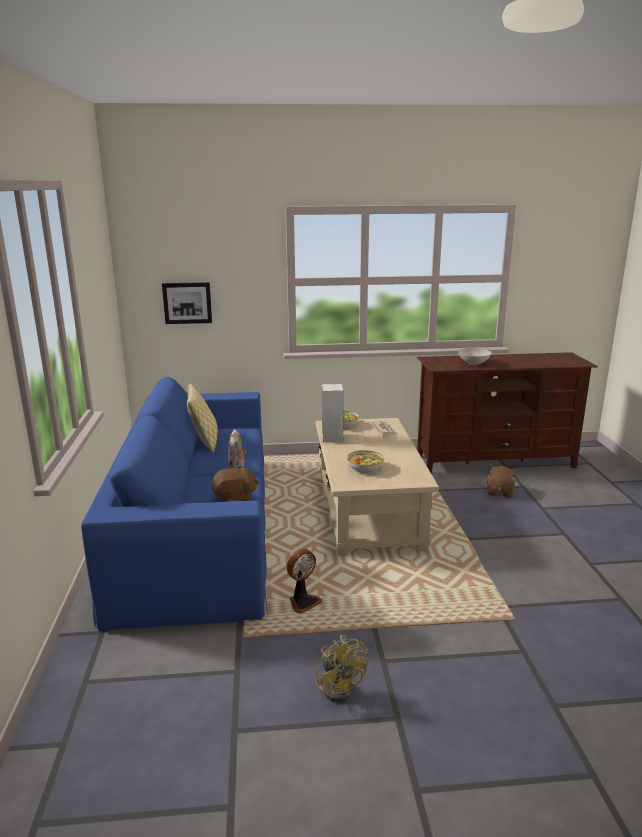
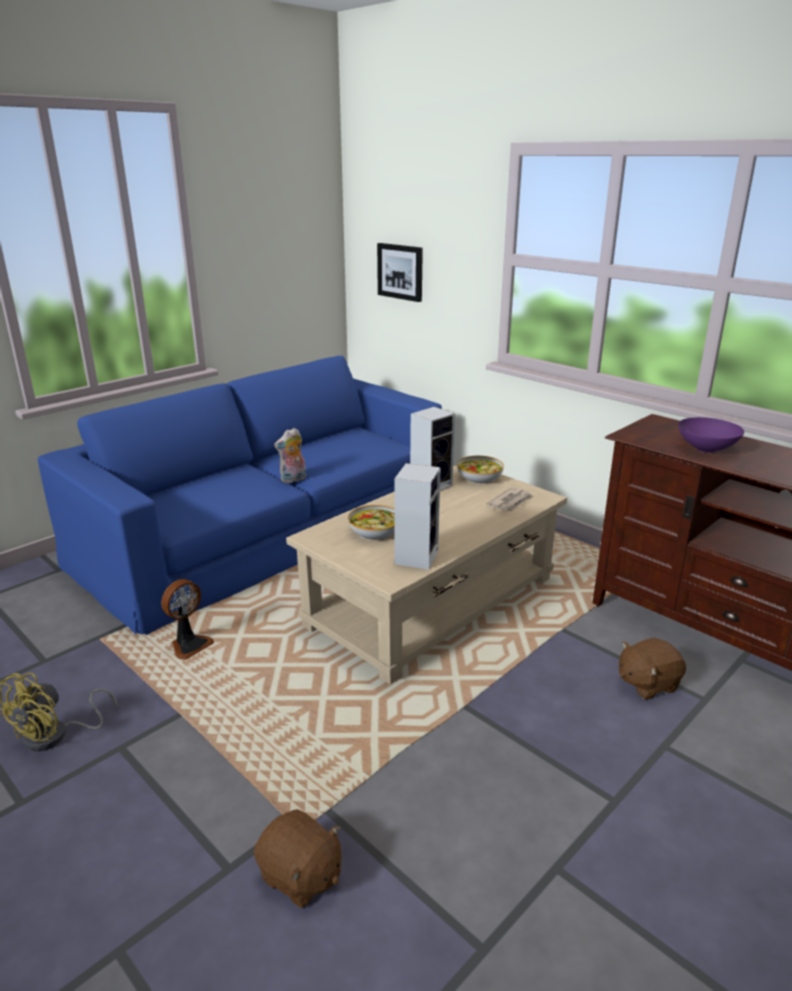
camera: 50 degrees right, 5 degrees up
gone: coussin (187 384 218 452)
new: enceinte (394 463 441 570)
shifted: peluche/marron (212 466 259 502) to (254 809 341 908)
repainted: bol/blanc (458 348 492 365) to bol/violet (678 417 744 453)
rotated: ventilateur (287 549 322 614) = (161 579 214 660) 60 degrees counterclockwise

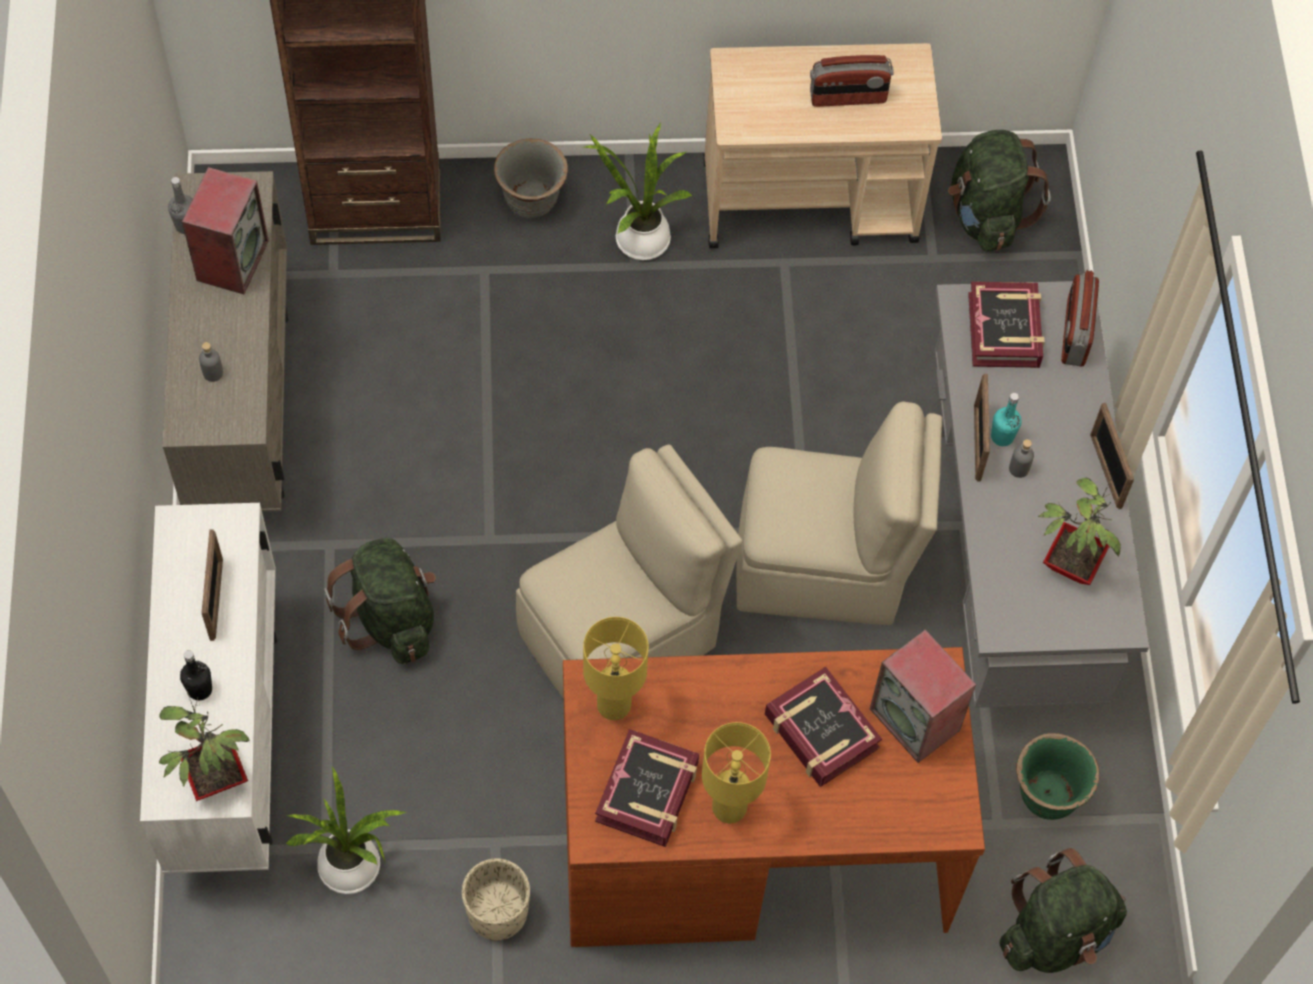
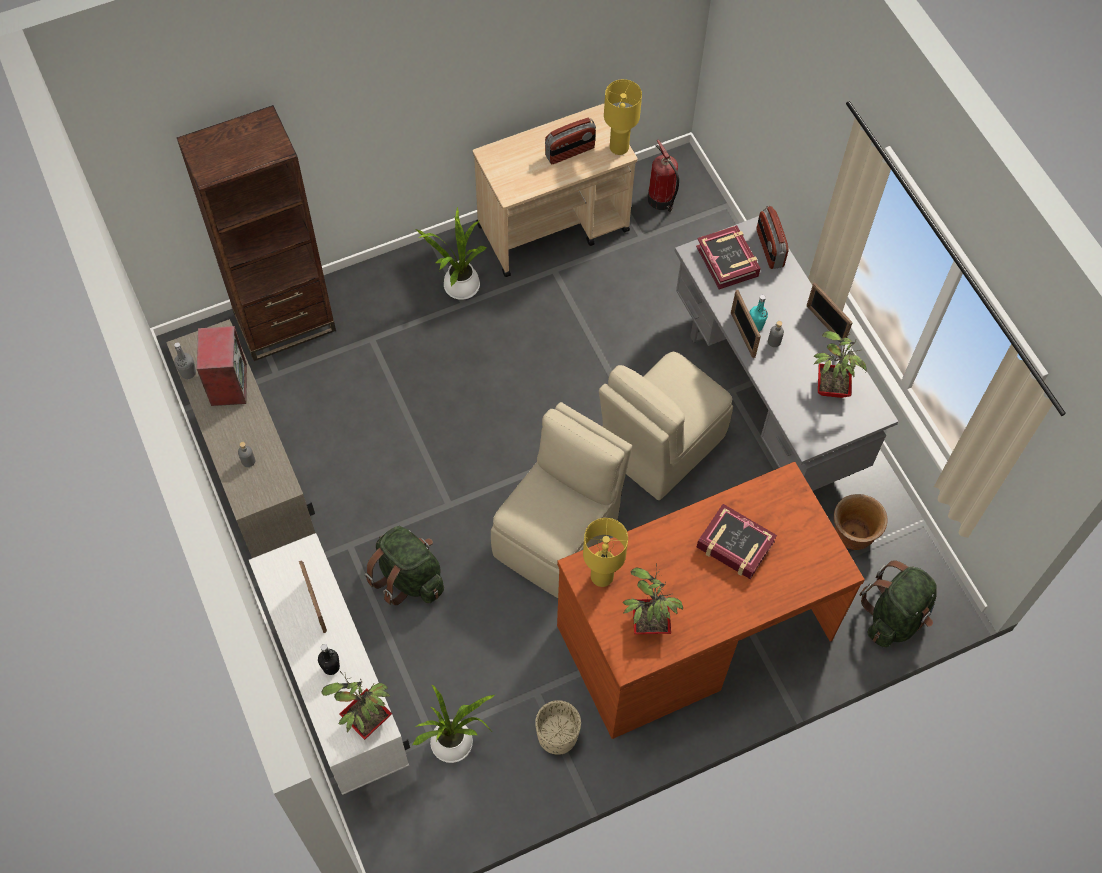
camera: 20 degrees left, 0 degrees up
gone: cache-pot/gris (494 138 568 218); enceinte (870 629 976 763)
shifted: lampe de table/jaune (702 722 771 823) to (604 79 642 155)
swapped: livre (595 729 699 847) to plante en pot (623 563 683 634); sac à dos/vert (948 130 1051 252) to extincteur (648 139 679 212)
repainted: cache-pot/vert (1016 733 1099 820) to cache-pot/marron (834 494 888 550)
rotated: chaise/beige (736 401 942 625) = (599 352 733 500) 150 degrees clockwise

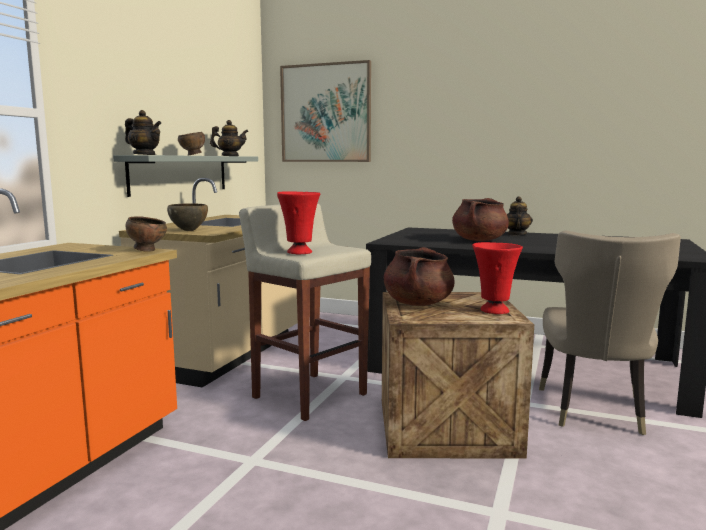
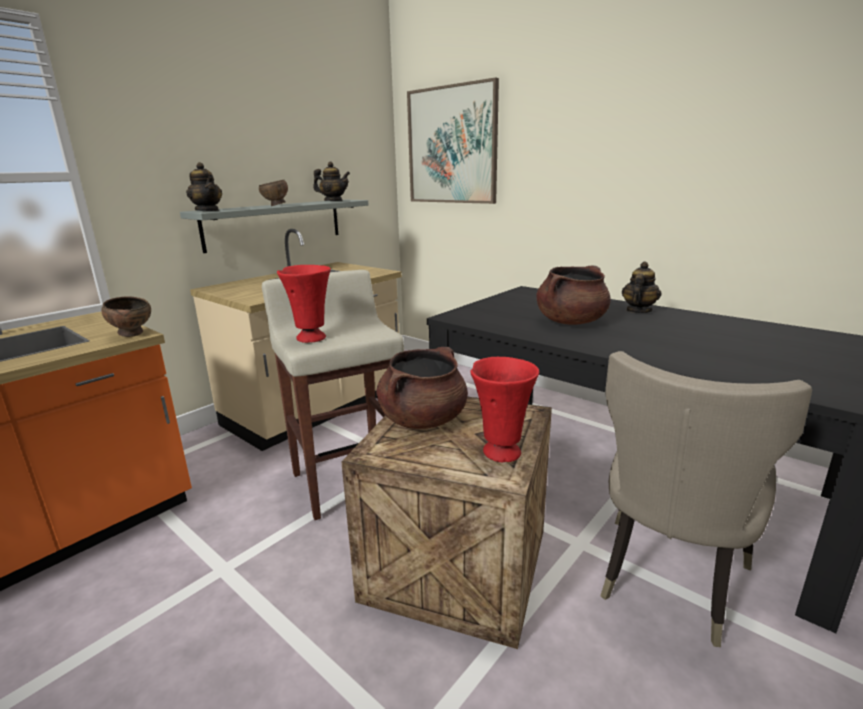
camera: 20 degrees right, 10 degrees up
gone: bol/marron (167 203 208 231)

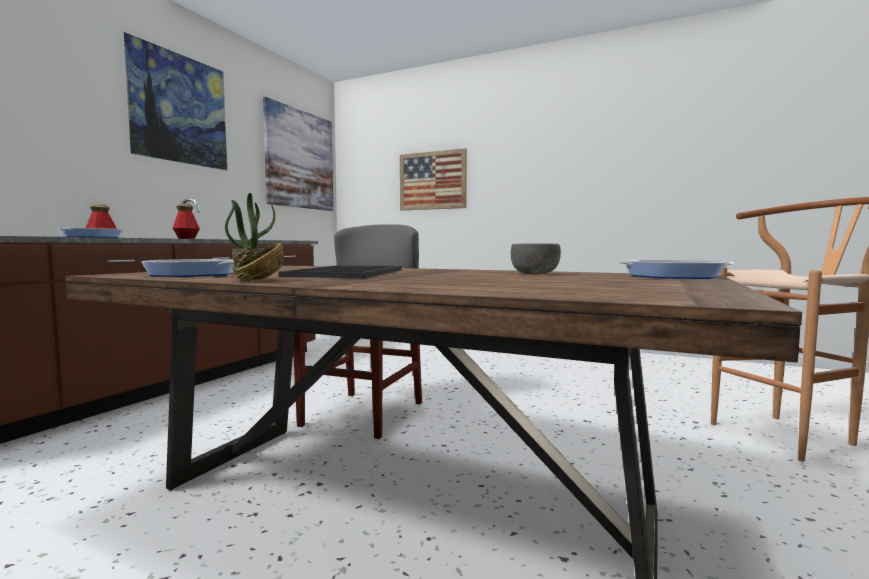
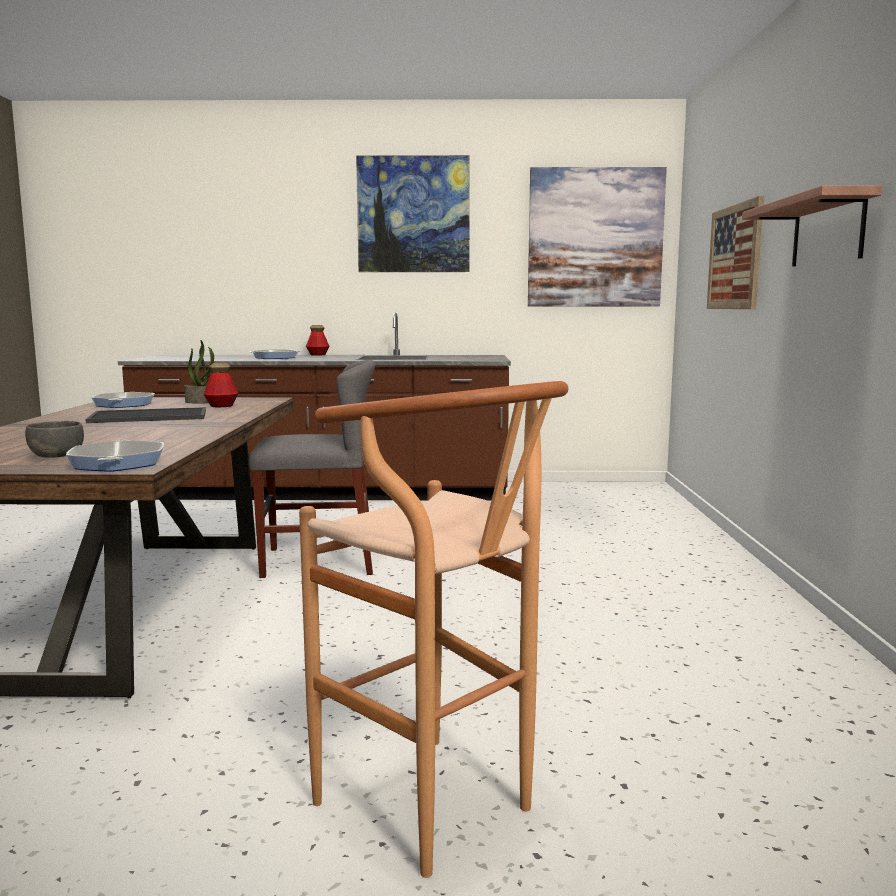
camera: 65 degrees right, 5 degrees up
gone: bol/marron (232 243 284 282)
new: étagère (742 185 882 266)
shifted: bouteille (173 203 200 239) to (204 363 238 407); bol/gris (511 243 561 274) to (25 421 84 458)

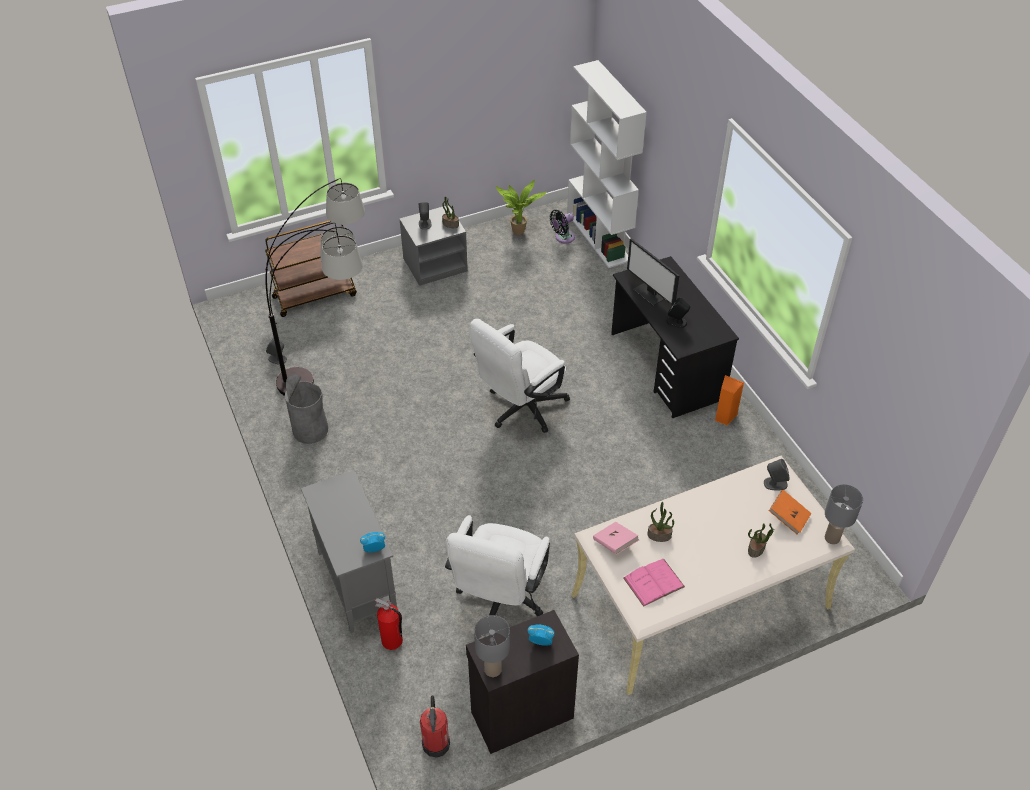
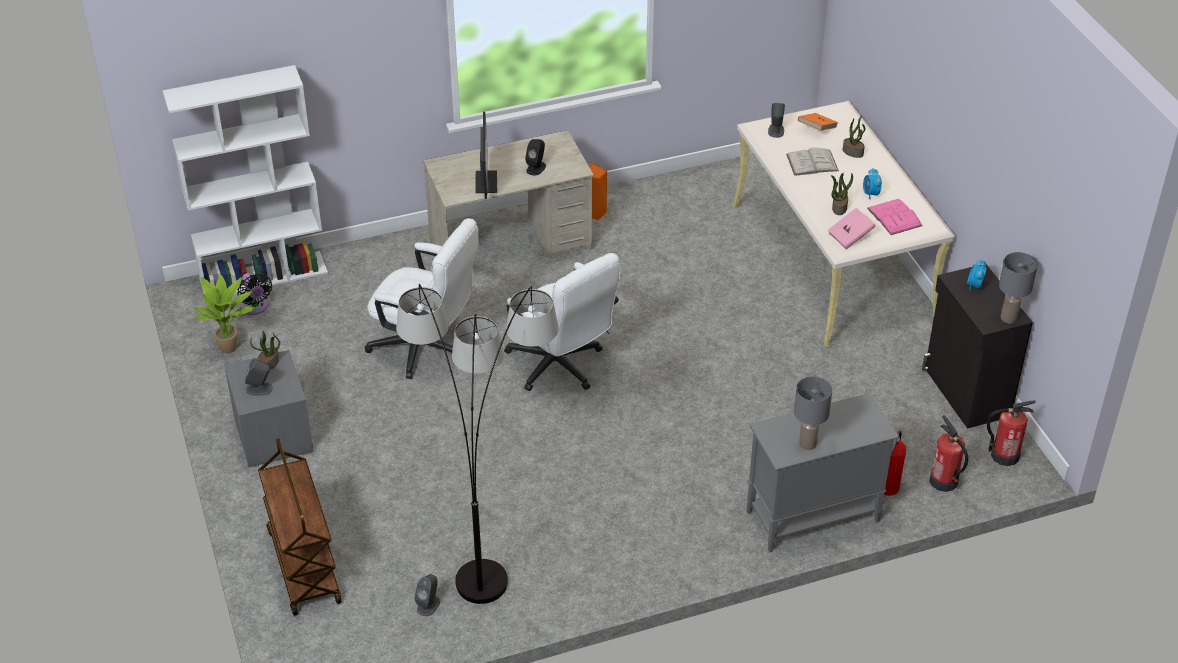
camera: 85 degrees left, 5 degrees down
gone: poubelle/gris (285 374 328 444)
new: livre/blanc (786 148 839 176); extincteur (929 415 968 492)
shifted: réveil (360 532 385 553) to (863 168 882 200); chaise de bureau/blanc (445 515 550 616) to (365 218 479 379); lampe de table/gris (825 484 863 544) to (794 376 832 450)
repainted: bureau/noir (611 256 739 418) to bureau/beige (423 130 594 259)
rotated: écran d'ordinateur (627 238 679 306) = (475 112 497 199) 60 degrees counterclockwise

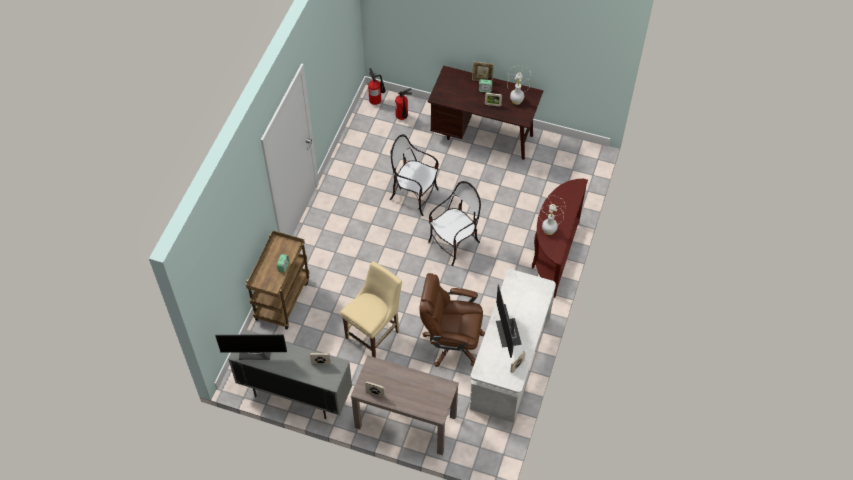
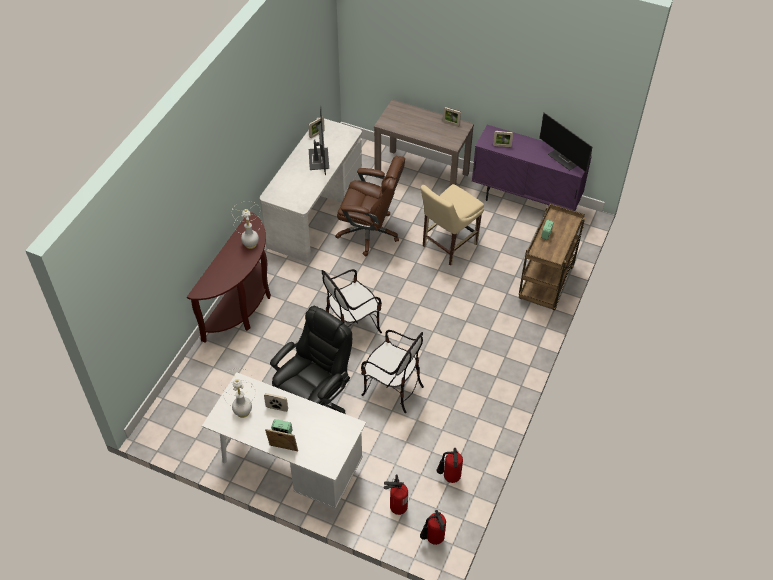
camera: 175 degrees left, 5 degrees down
new: chaise de bureau/noir (270 306 352 414); extincteur (436 448 463 483)
repainted: meuble de rangement/gris (228 329 352 419) to meuble de rangement/violet (472 125 592 211); bureau/marron (427 66 543 160) to bureau/blanc (202 372 366 509)
rotated: écran d'ordinateur (215 334 287 360) = (539 113 592 172) 135 degrees counterclockwise

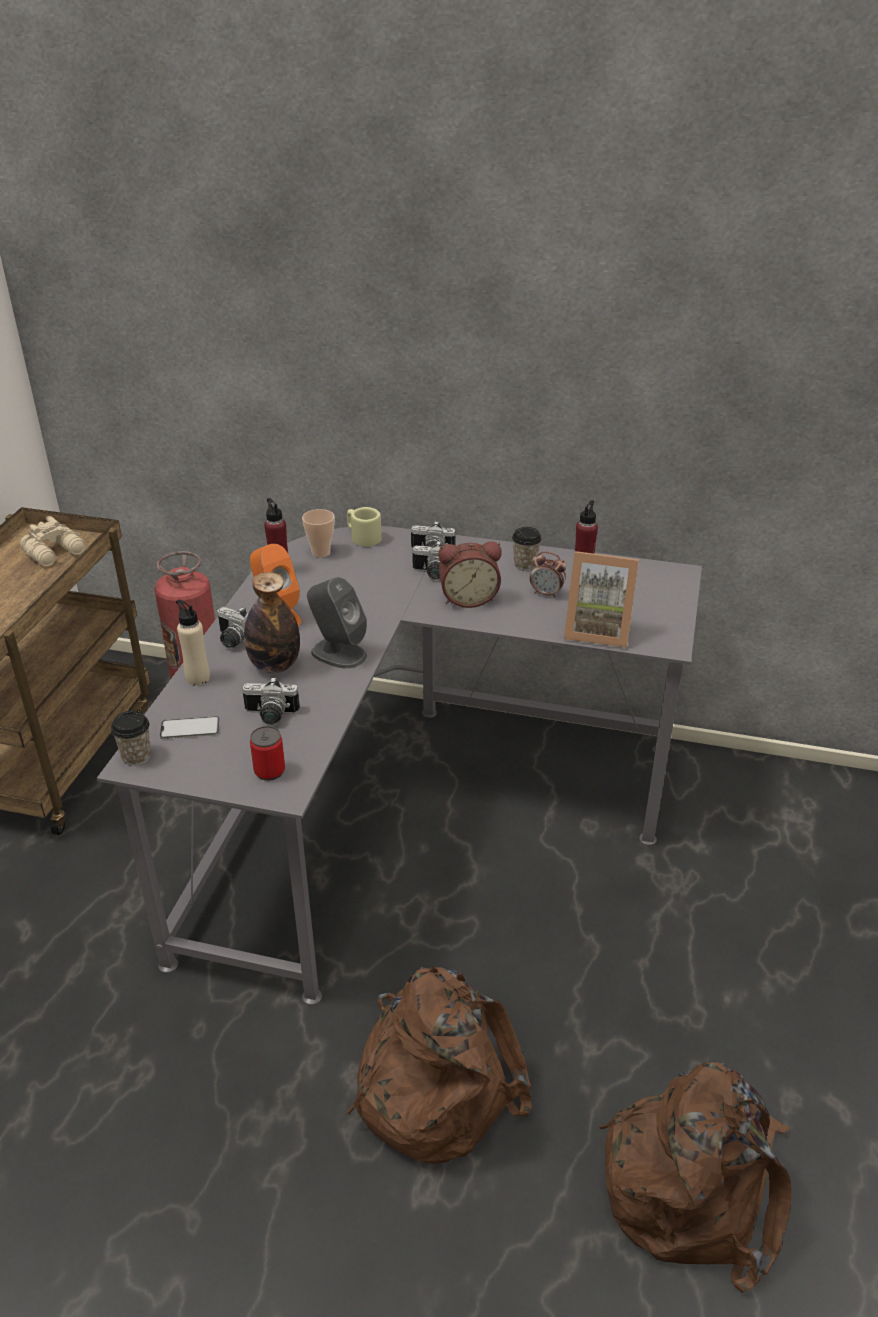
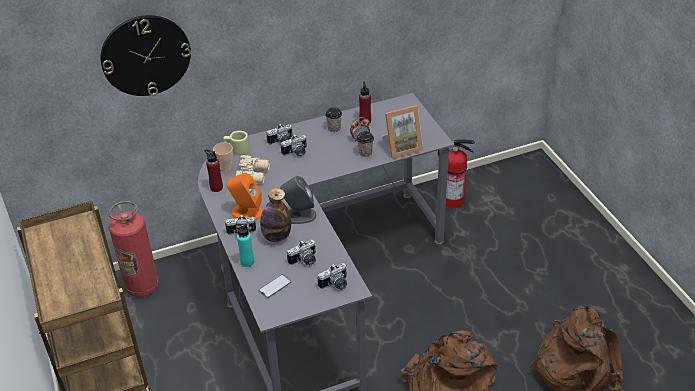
camera: 35 degrees left, 5 degrees up
gone: réveil (438 541 501 608)
new: horloge murale (101 15 191 96); extincteur (438 140 475 208)
shifted: jumelles/beige (20 516 86 567) to (236 155 270 184); tasse (111 711 151 766) to (357 131 374 157)
swapped: boîte métallique (250 726 285 781) to appareil photo (318 263 347 290)
repainted: bouteille/beige (176 599 210 686) to bouteille/turquoise (235 224 254 267)

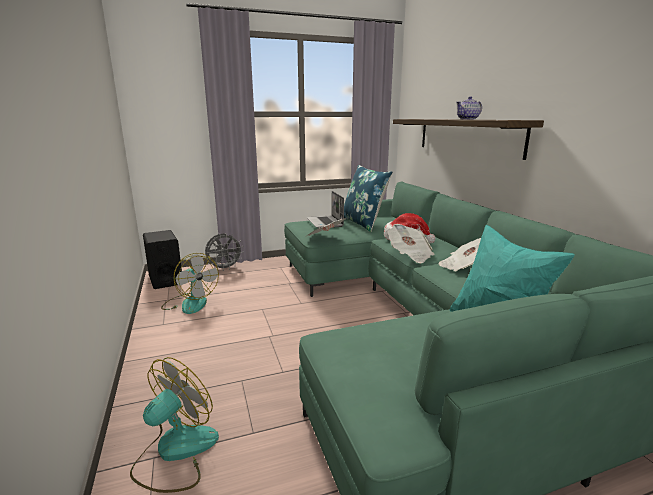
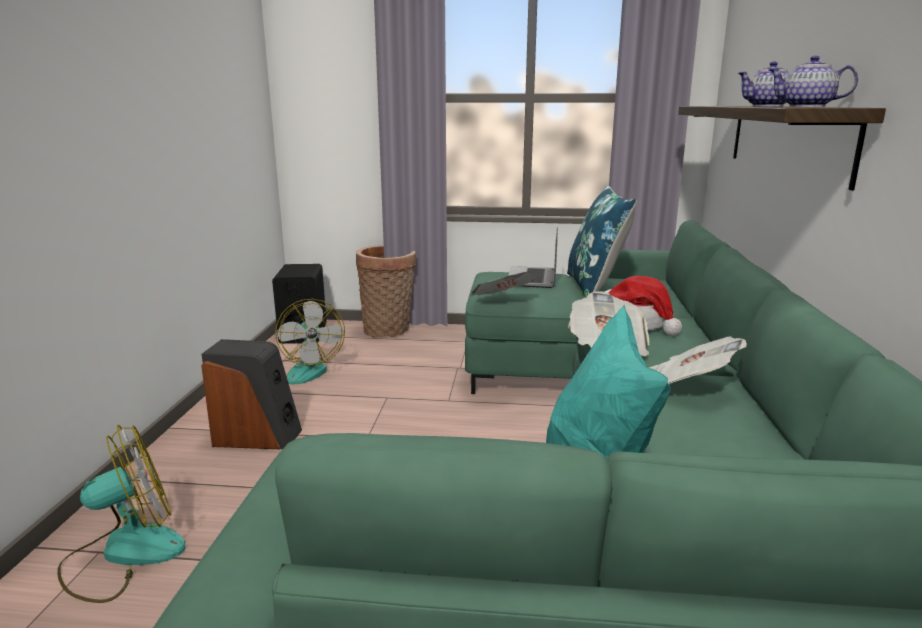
camera: 25 degrees right, 0 degrees up
new: enceinte (201 339 302 450); théière (769 56 858 107)
swapped: ventilateur/gris (205 234 243 271) to panier (356 245 416 338)

